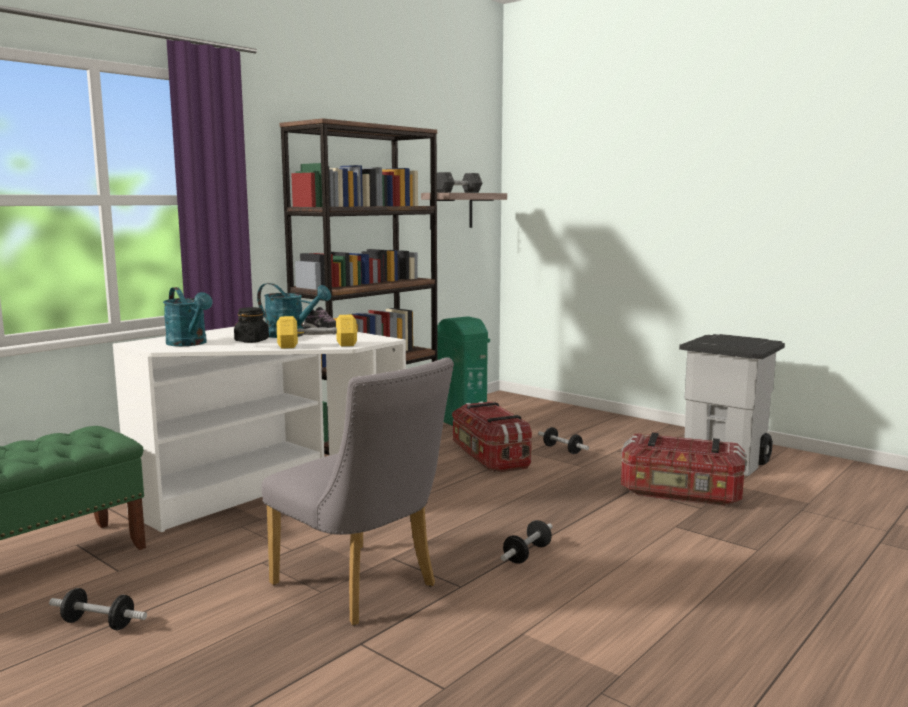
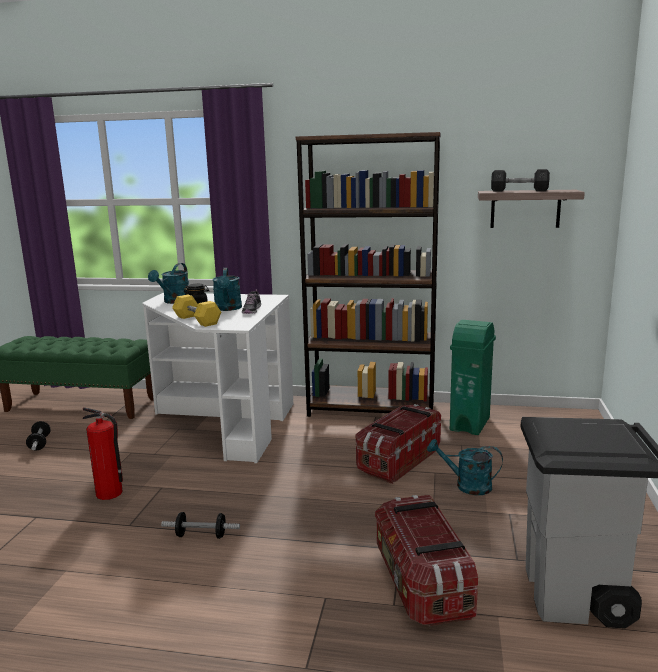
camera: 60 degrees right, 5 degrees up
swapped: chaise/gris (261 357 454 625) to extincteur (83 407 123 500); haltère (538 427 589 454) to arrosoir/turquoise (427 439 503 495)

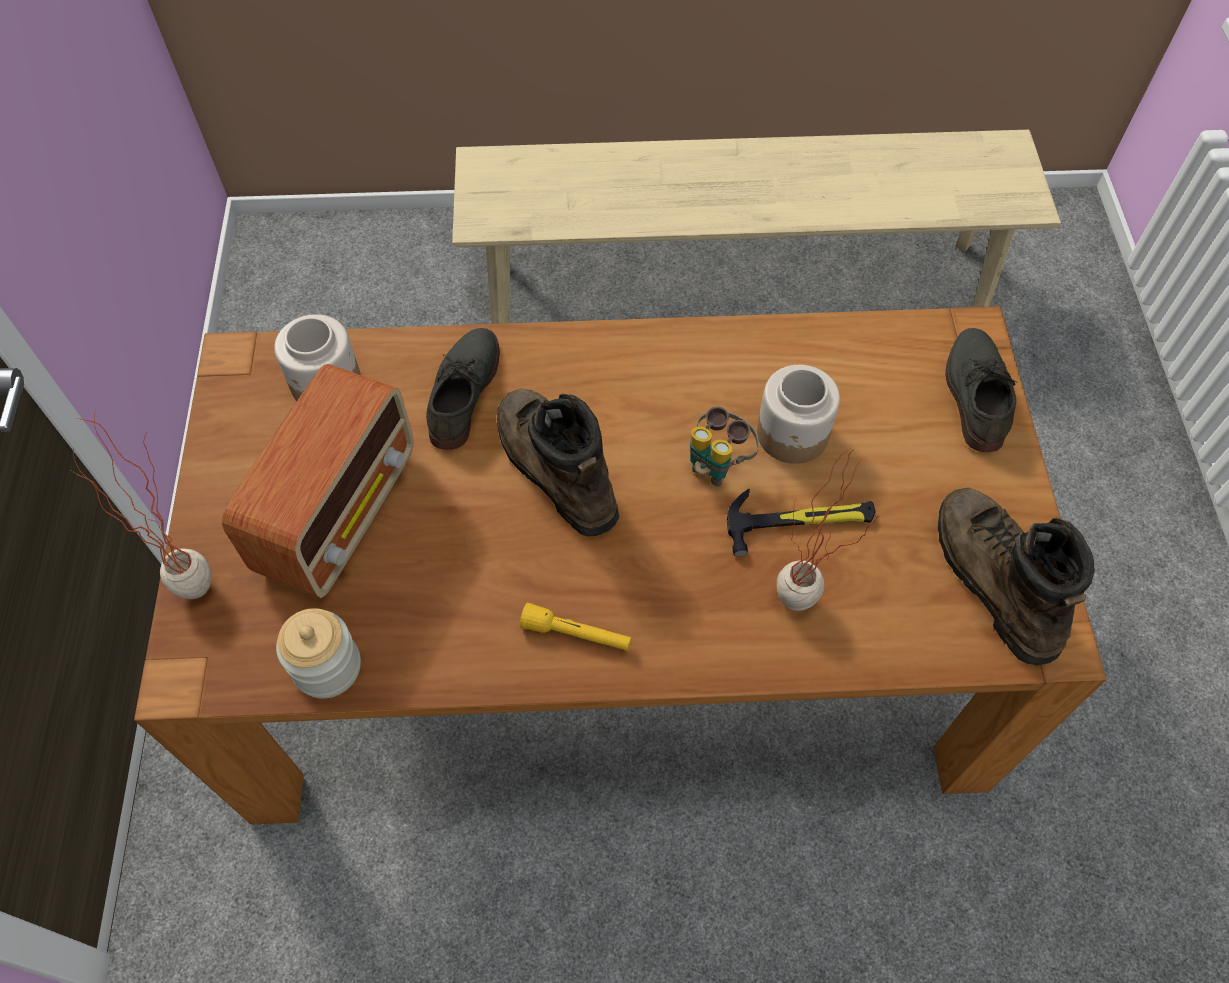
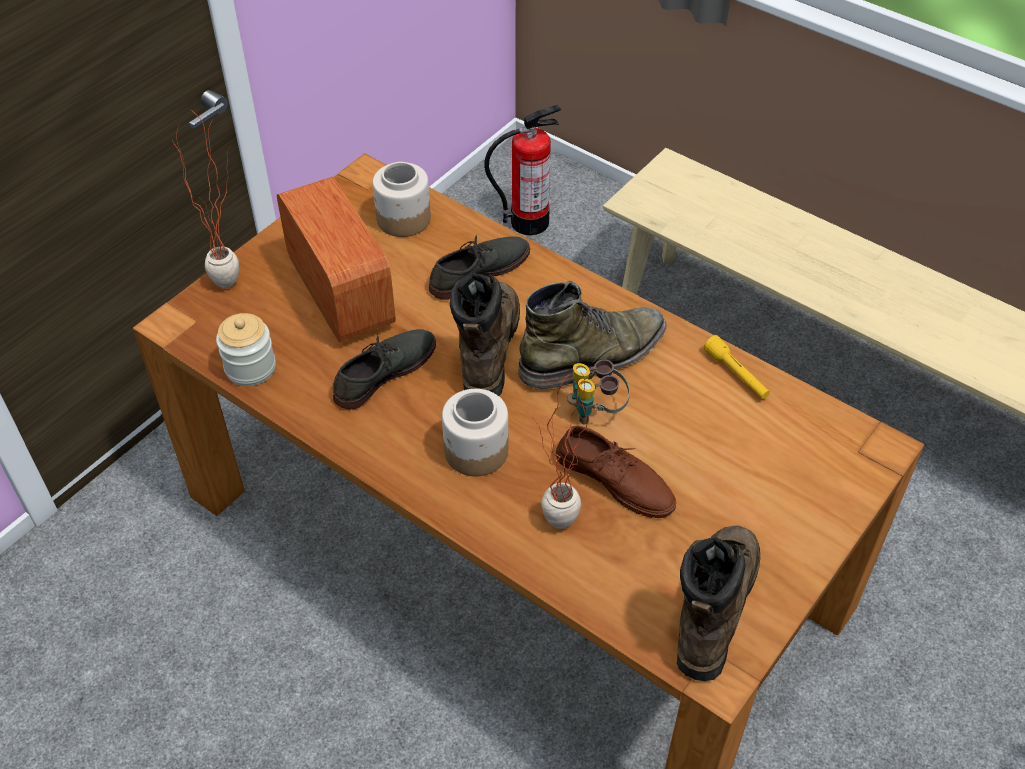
camera: 40 degrees right, 10 degrees down
new: extincteur (484 105 561 235); botte/vert (518 281 666 389)
shifted: lampe de poche/jaune (520 603 631 651) to (704 335 770 399); bocal (757 365 840 464) to (442 389 508 476); chaussure/gris (945 328 1017 452) to (333 329 436 410)
swapped: marteau (727 489 876 556) to chaussure/marron (556 426 676 518)
rotated: radio (222 364 414 598) = (277 177 395 342) 90 degrees counterclockwise

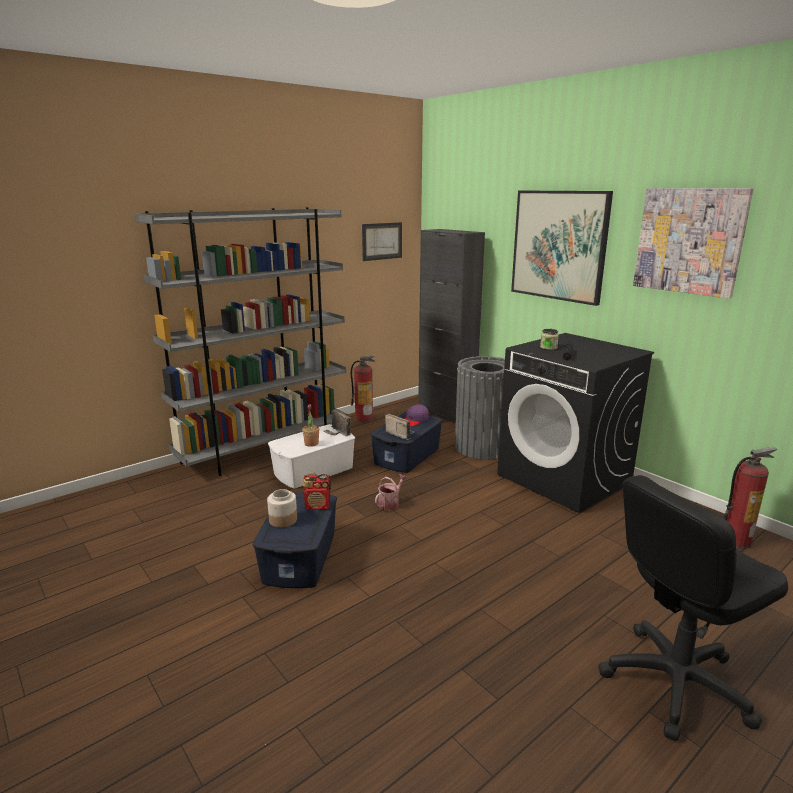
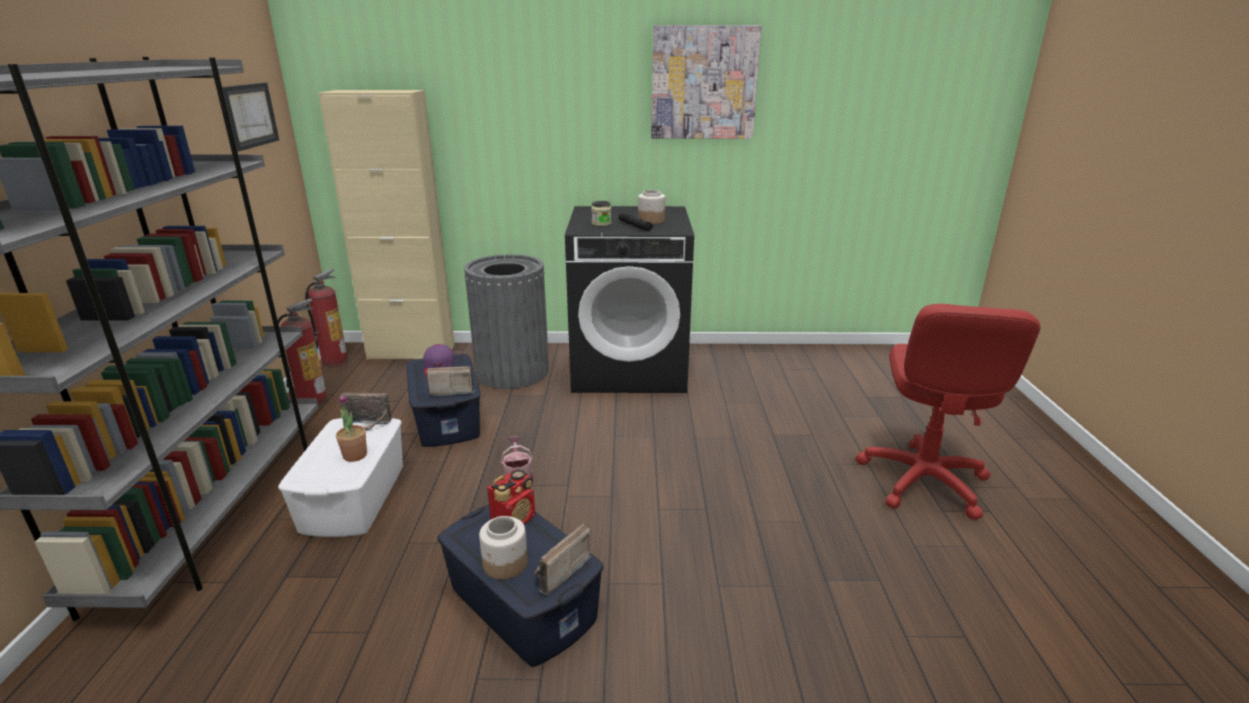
camera: 50 degrees left, 5 degrees up
gone: tableau (511 191 613 306)
new: radio (534 524 591 595); bocal (638 190 665 224)
shifted: extincteur (723 447 777 549) to (305 269 349 367)
repainted: meuble de rangement/noir (418 229 485 423) to meuble de rangement/beige (318 90 455 360); chaise de bureau/noir (598 475 788 741) to chaise de bureau/rouge (855 304 1041 520)

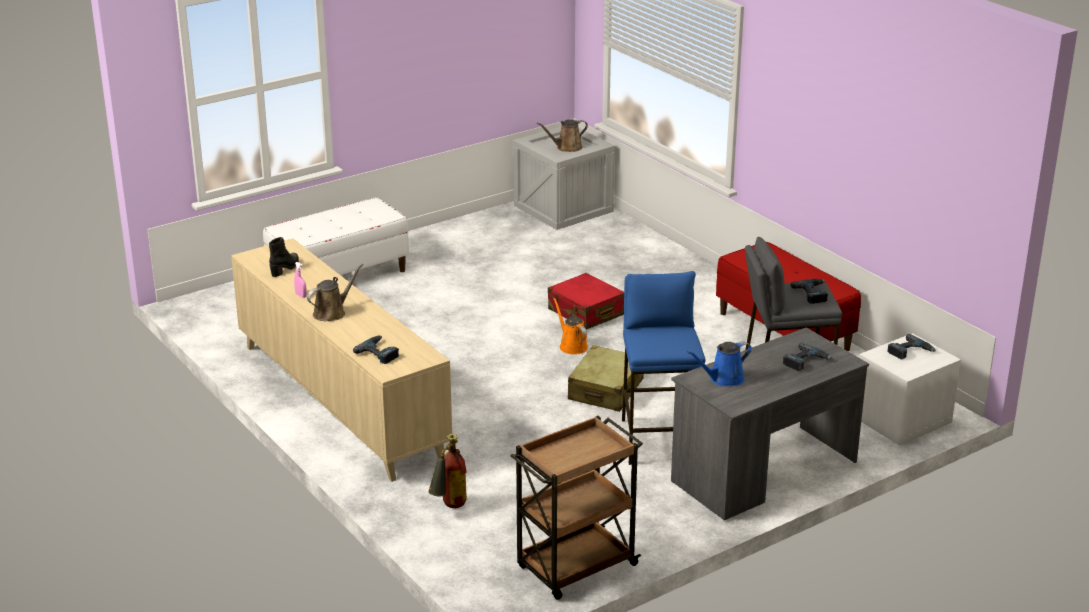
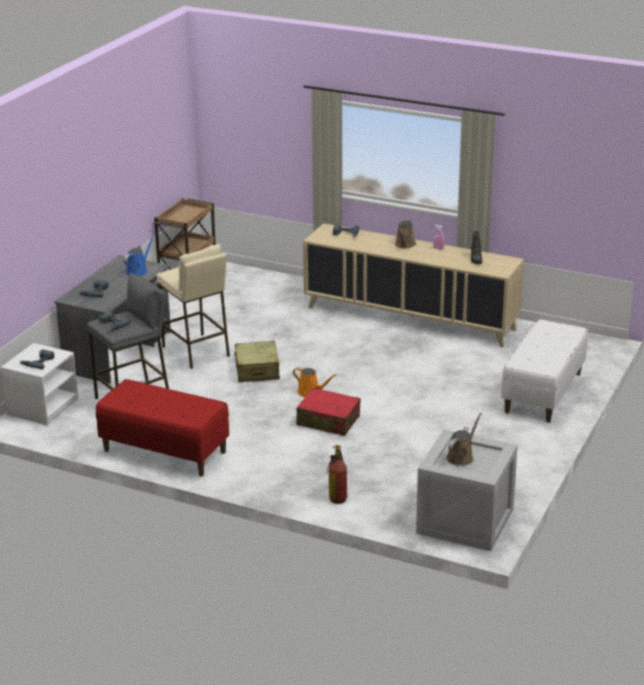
camera: 150 degrees right, 0 degrees up
shifted: extincteur (428 434 467 508) to (327 445 347 504)
repainted: tabouret/bleu (622 271 706 465) to tabouret/beige (156 244 230 369)

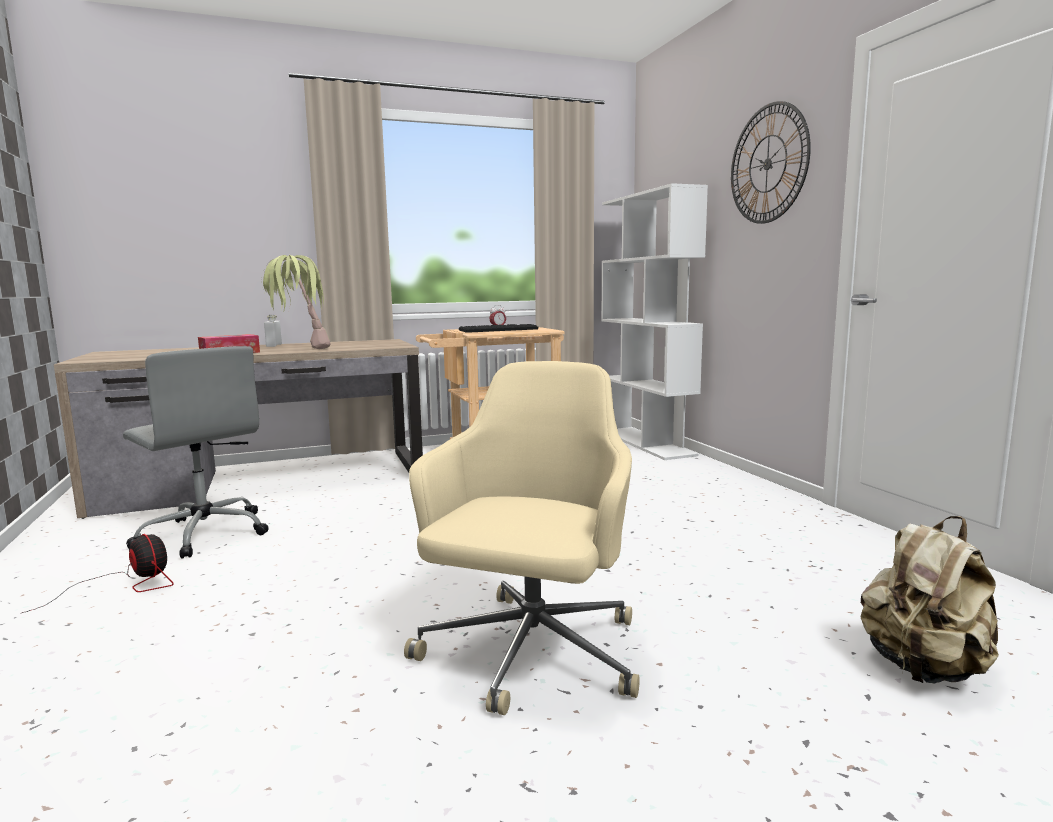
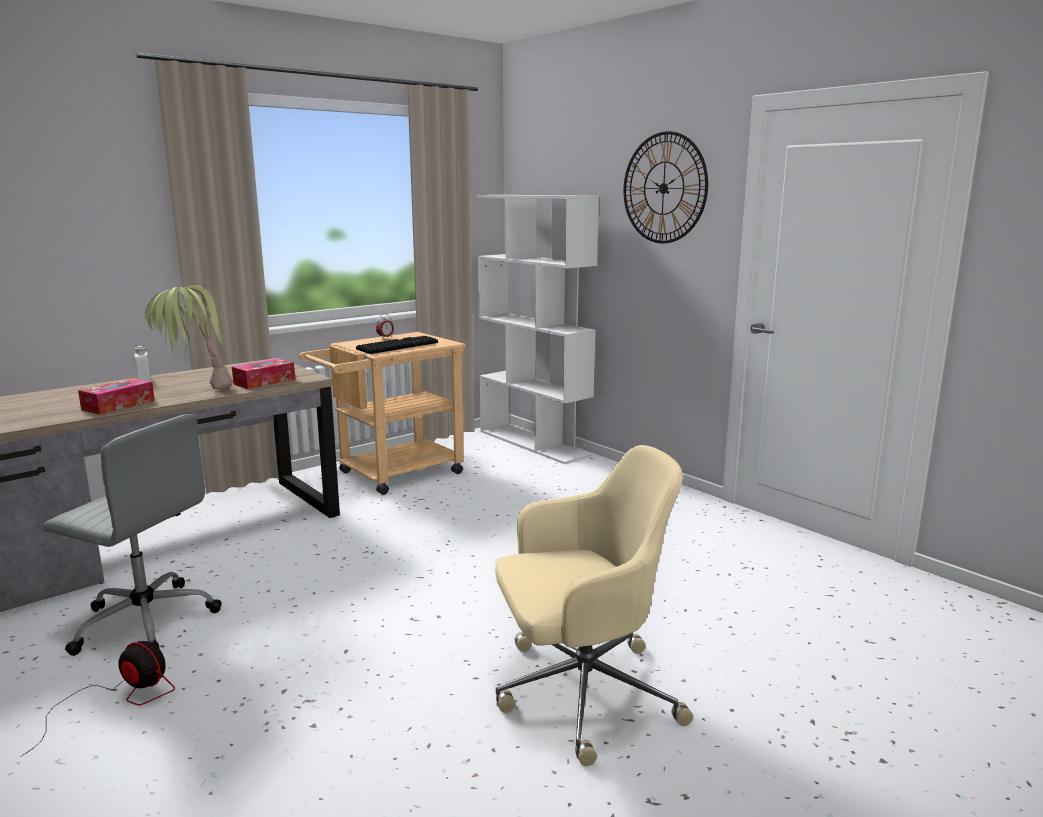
camera: 20 degrees left, 5 degrees up
gone: sac à dos/beige (861 516 999 684)
new: boîte à mouchoirs (232 359 295 389)
rotated: chaise de bureau/beige (404 361 640 715) = (495 445 693 766) 75 degrees clockwise

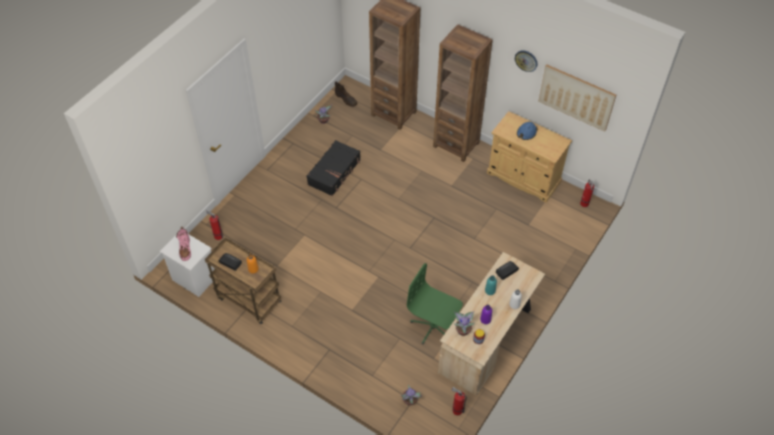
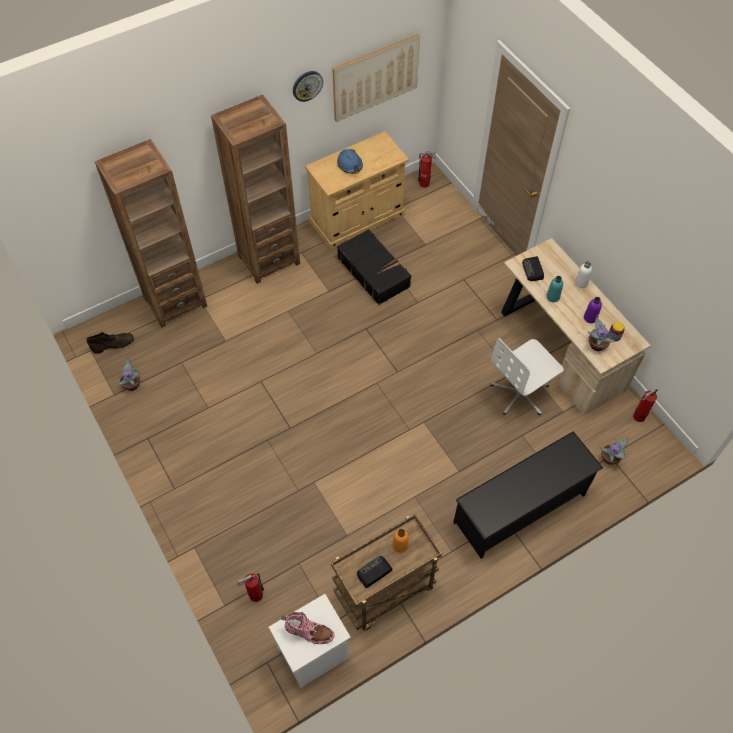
camera: 65 degrees left, 5 degrees up
new: étagère à chaussures/noir (453 431 603 559)
shifted: valise/noir (306 140 361 196) to (337 229 411 305)
repainted: chaise de bureau/vert (407 263 463 344) to chaise de bureau/blanc (491 338 564 415)

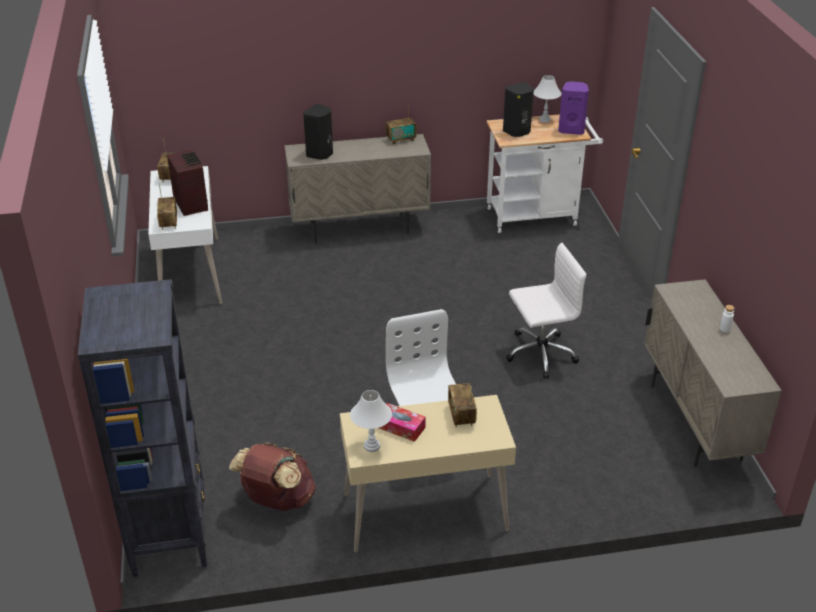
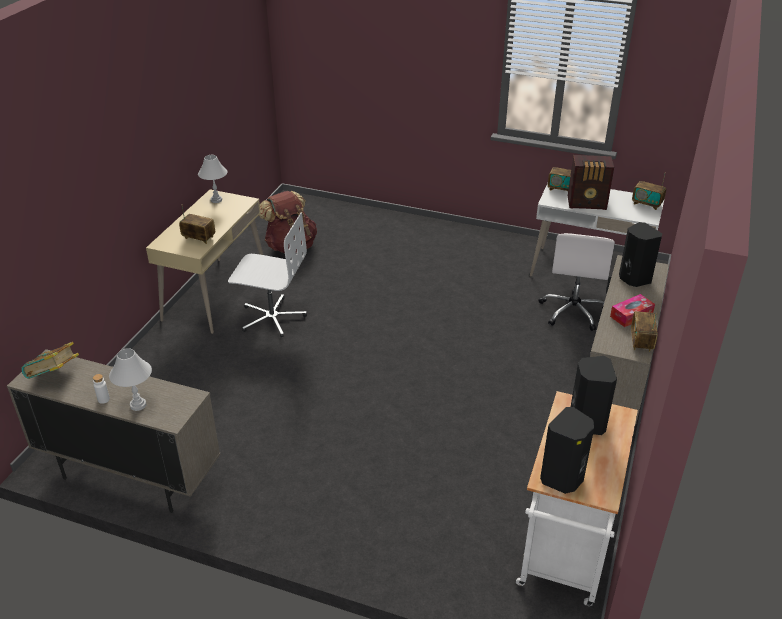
camera: 120 degrees right, 0 degrees up
gone: bibliothèque/noir (78 279 207 577)
new: livre (22 342 79 379)
shifted: boîte à mouchoirs (379 403 426 442) to (610 294 655 327); chaise de bureau/blanc (506 243 586 379) to (539 233 615 331); lampe de table/blanc (534 75 561 123) to (109 348 152 411)
repainted: enceinte/violet (558 81 589 135) to enceinte/noir (540 407 594 494)

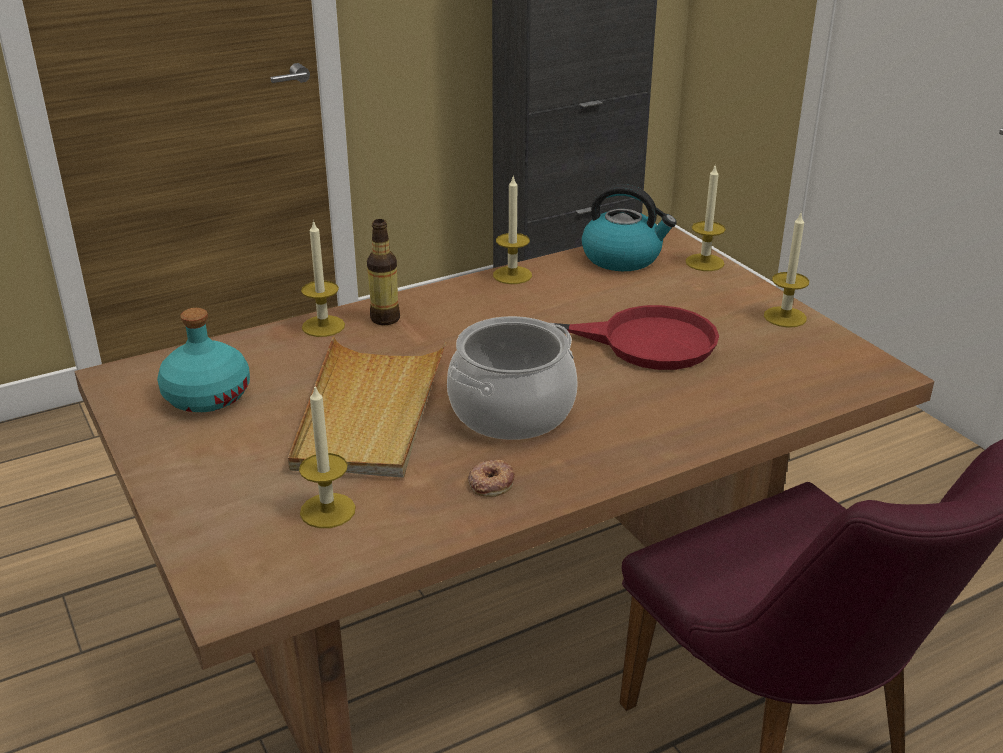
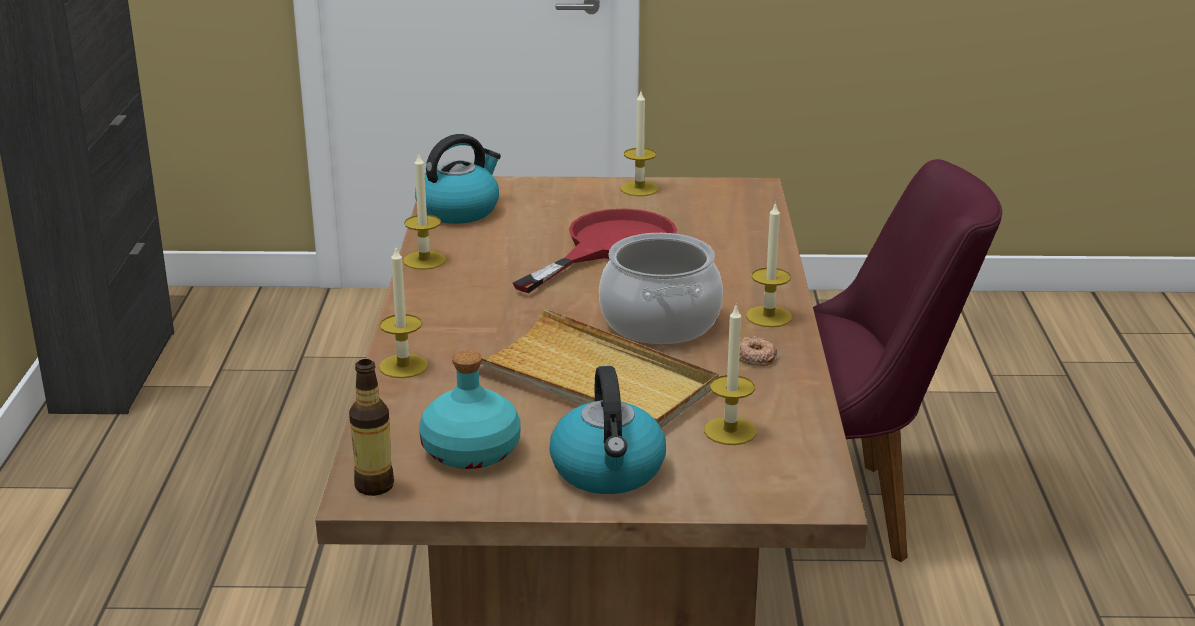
camera: 60 degrees left, 5 degrees down
new: bouilloire (549 366 666 494)
shifted: bouteille (367 219 400 325) to (349 359 394 496); bougie (686 164 726 271) to (746 201 792 327)

